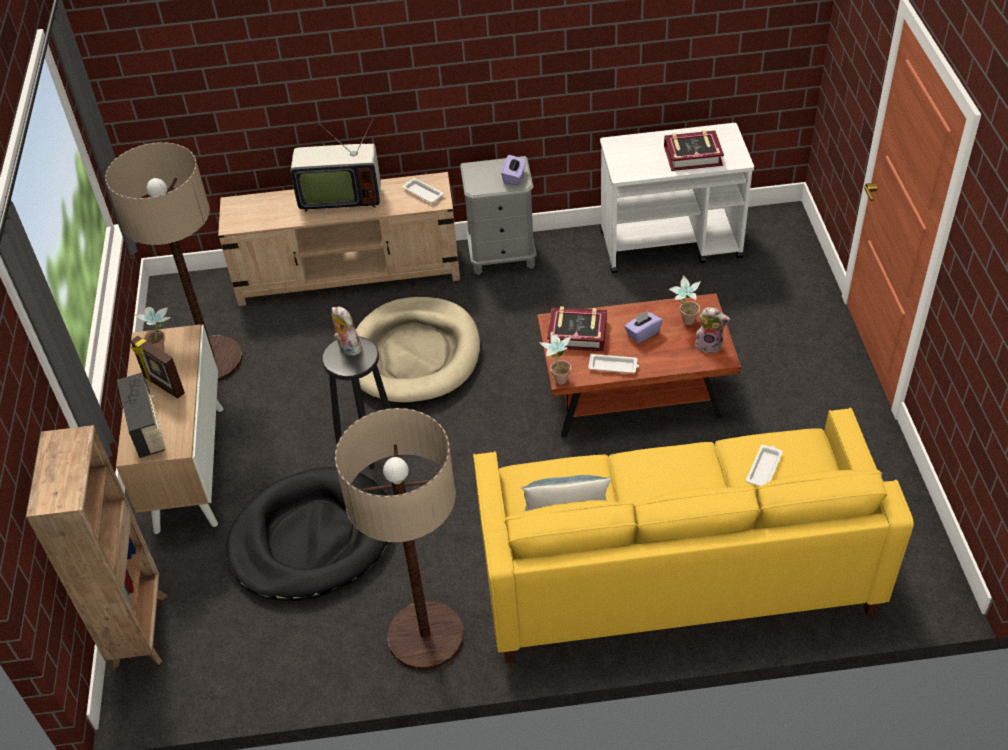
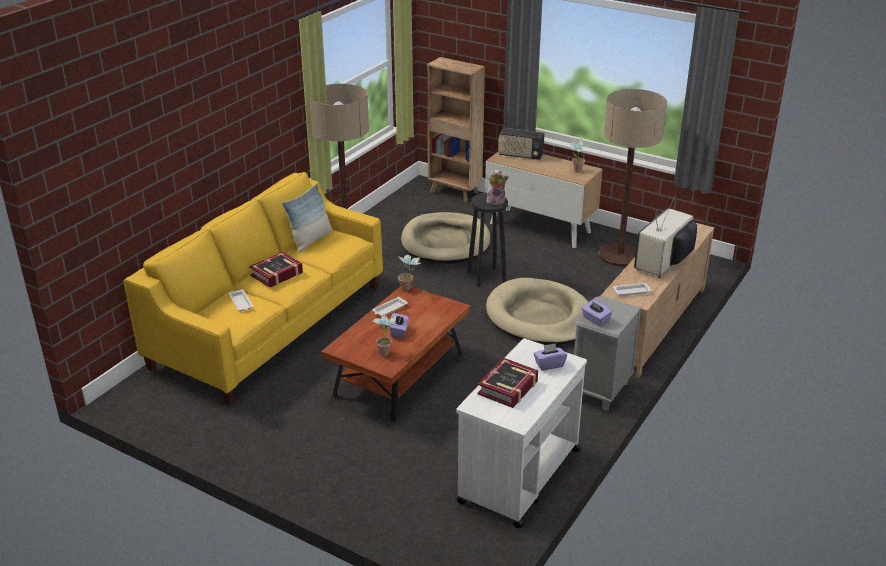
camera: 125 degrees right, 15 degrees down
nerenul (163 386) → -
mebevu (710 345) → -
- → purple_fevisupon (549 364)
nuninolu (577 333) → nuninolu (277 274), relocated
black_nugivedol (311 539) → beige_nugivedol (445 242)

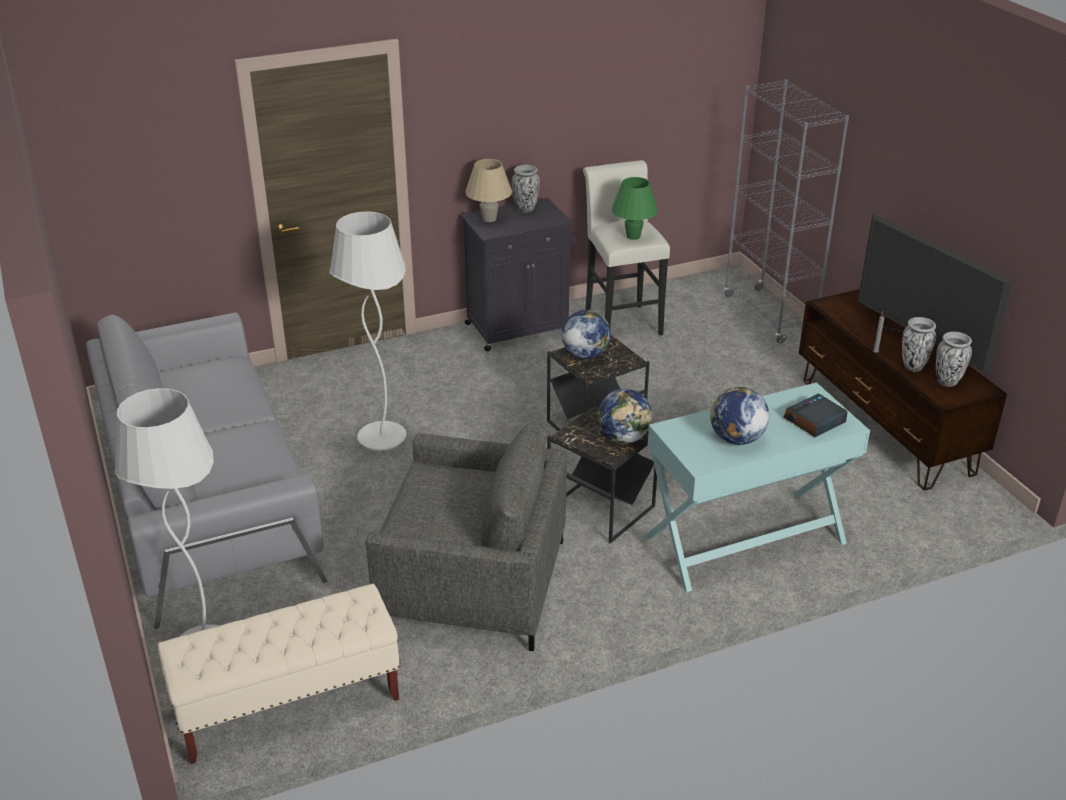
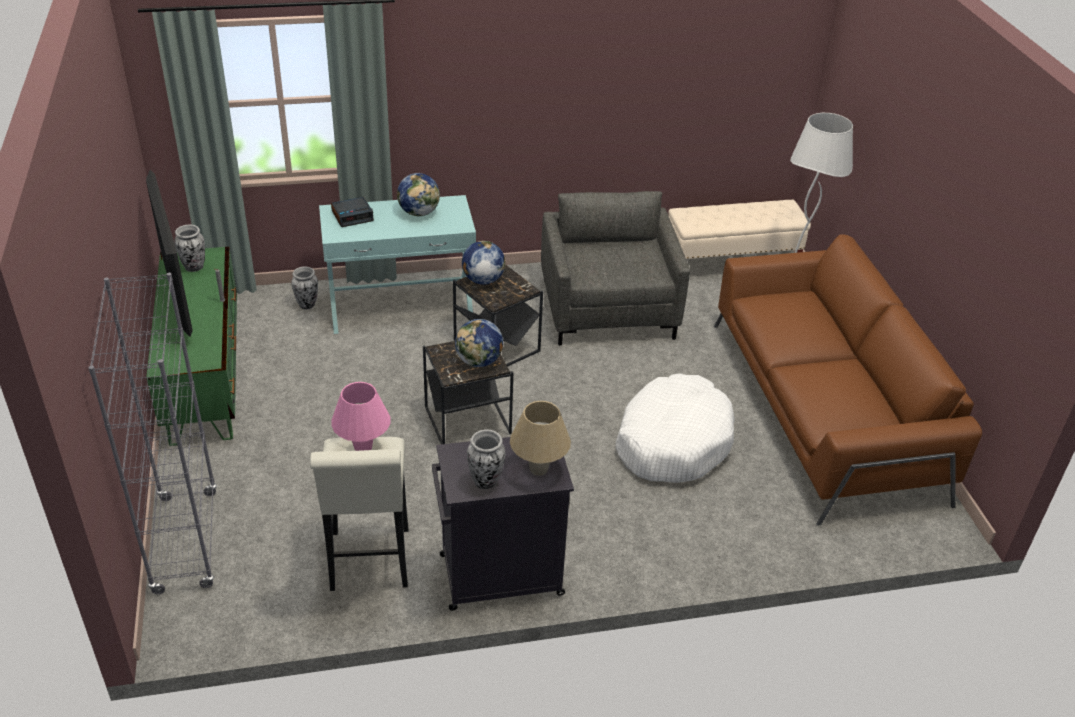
camera: 170 degrees left, 5 degrees up
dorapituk (912 366) → dorapituk (307 305), relocated
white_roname (381 438) → white_nugivedol (672 441)
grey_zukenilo (207 495) → brown_zukenilo (823 409)
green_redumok (633 236) → pink_redumok (363 448)
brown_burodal (884 426) → green_burodal (205 377)
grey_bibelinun (474 584) → grey_bibelinun (608 309), 60 degrees clockwise

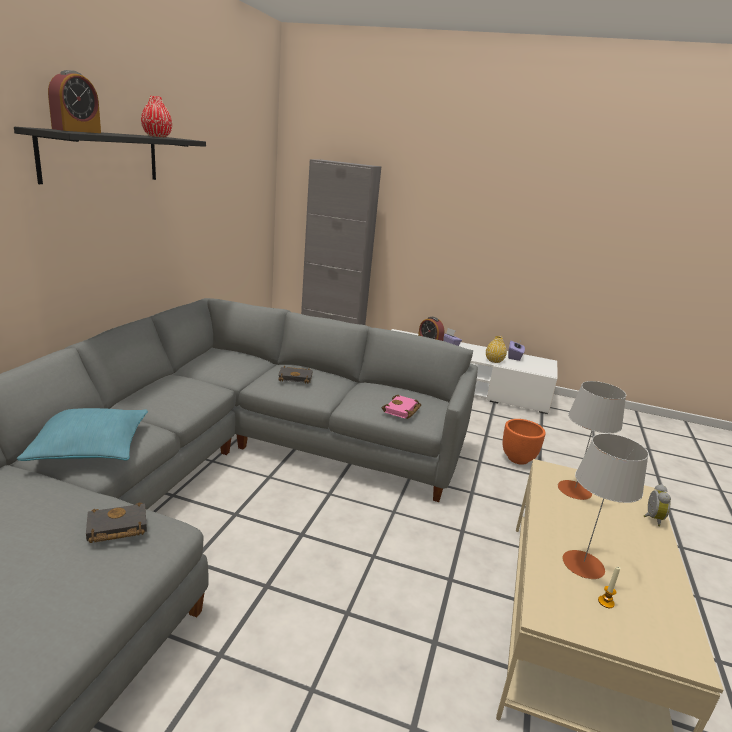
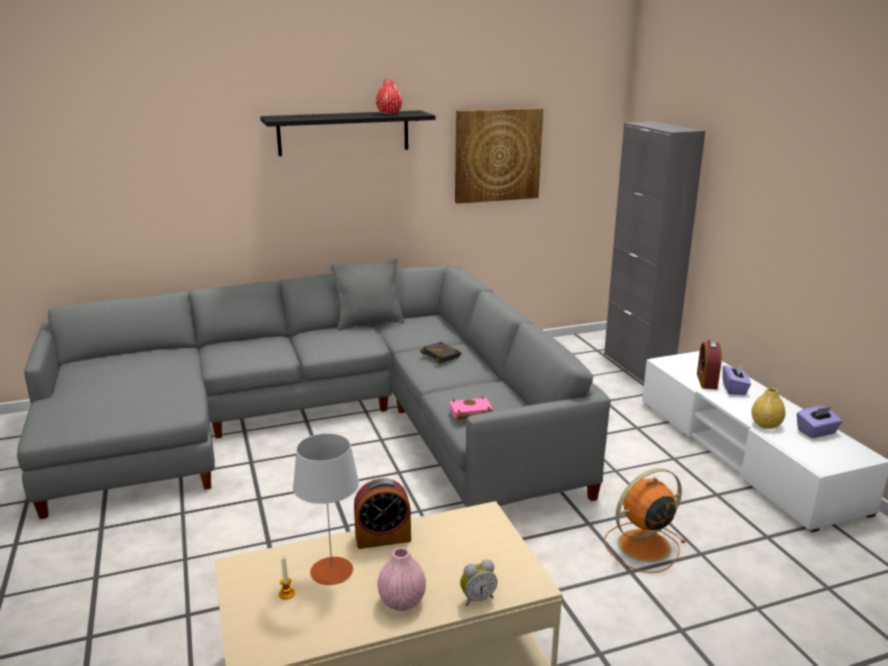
camera: 55 degrees right, 0 degrees up
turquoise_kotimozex (90 446) → -
black_nuninolu (115 528) → -
grey_redumok (574 490) → -
- → grey_kotimozex (369 323)
- → pink_dorapituk (402 601)
- → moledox (497 155)
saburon (77 131) → saburon (383 538), relocated
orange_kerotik (518 459) → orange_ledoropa (642 546)

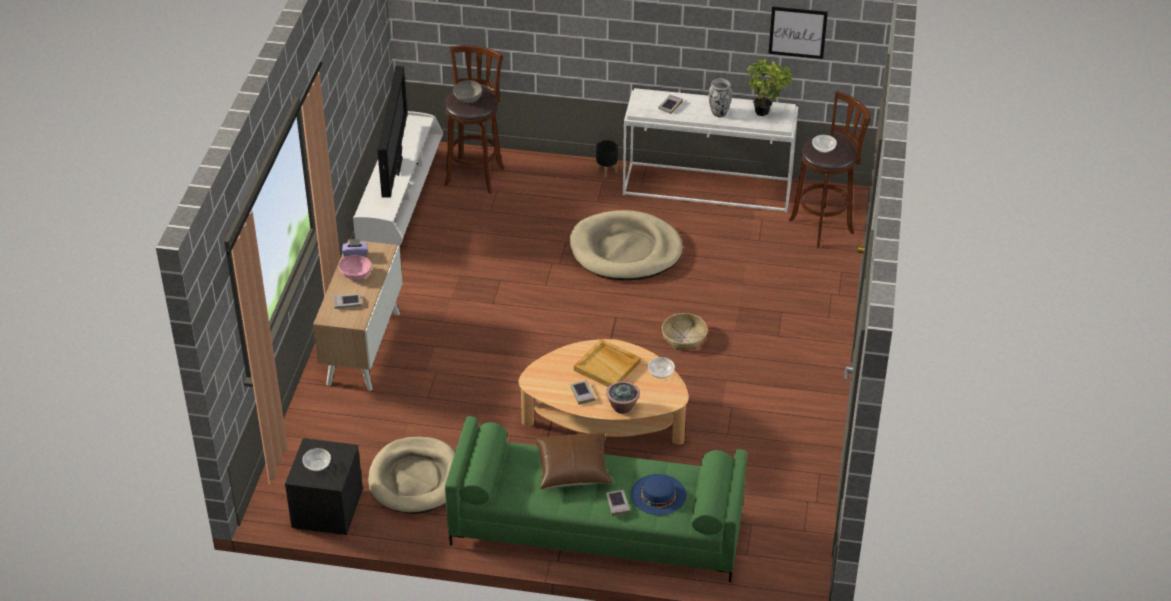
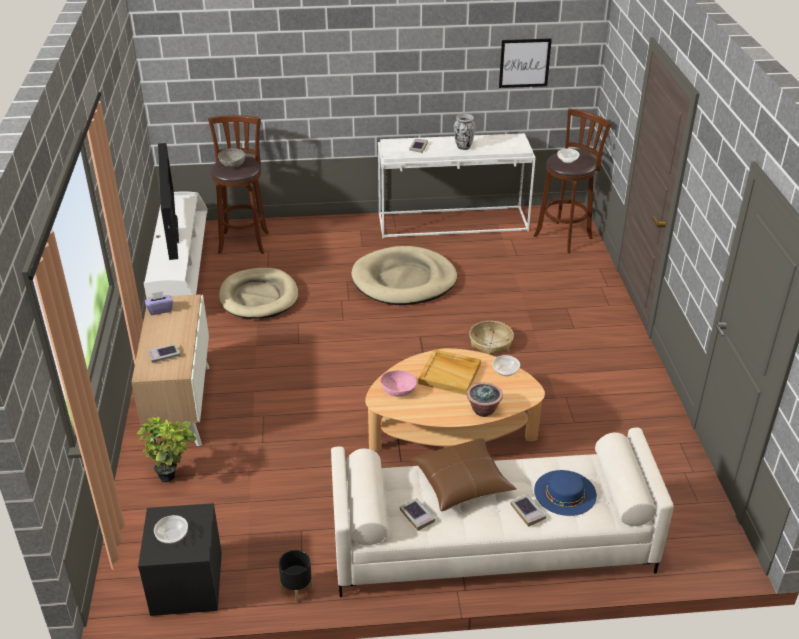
camera: 15 degrees left, 5 degrees down
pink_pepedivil (356 274) → pink_pepedivil (398 391), relocated
beige_nugivedol (415 479) → beige_nugivedol (259 297), relocated
nuninolu (582 394) → nuninolu (417 516), relocated
black_kerotik (606 170) → black_kerotik (296 590), relocated
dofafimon (766 112) → dofafimon (172 476), relocated
green_zukenilo (595 529) → white_zukenilo (490 545)

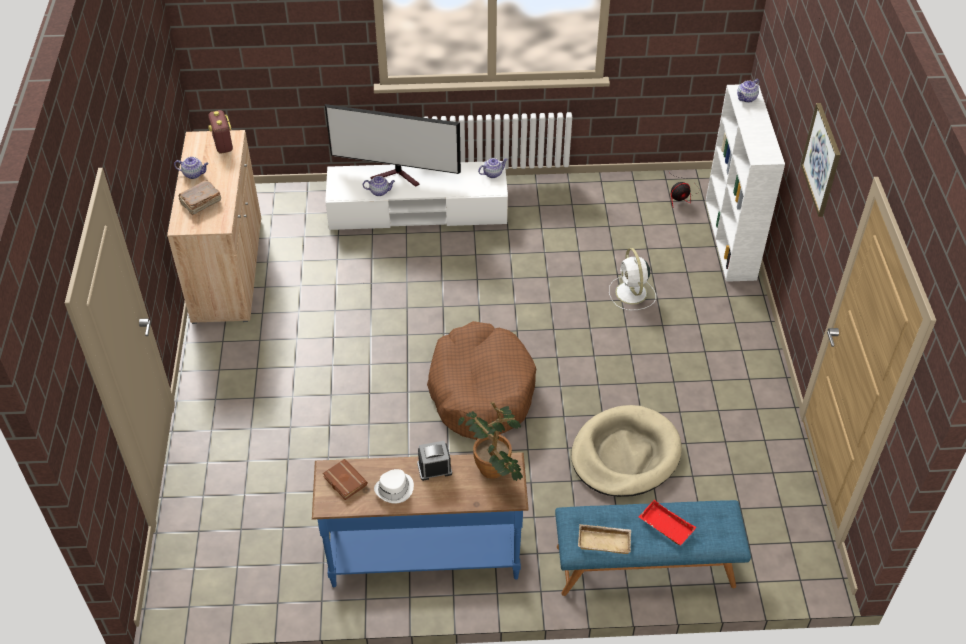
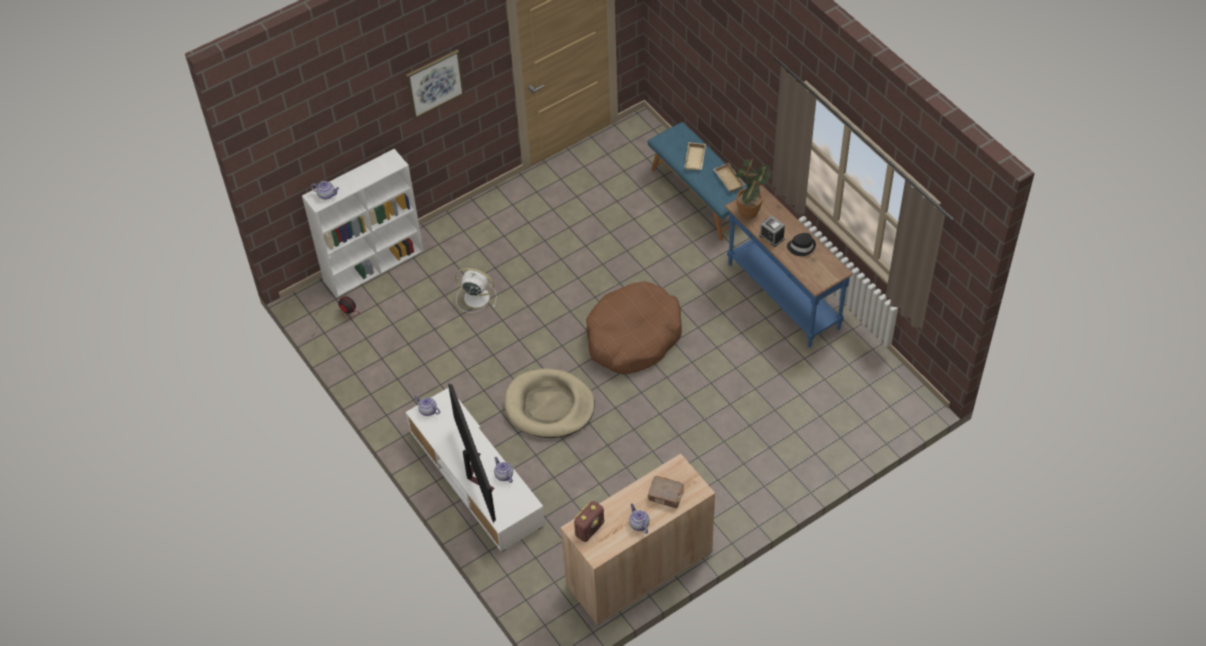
camera: 120 degrees left, 5 degrees up
brown_nuninolu (343 481) → -
beige_nugivedol (625 454) → beige_nugivedol (549 406), relocated
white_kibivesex (395 489) → black_kibivesex (801 247)
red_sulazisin (664 526) → beige_sulazisin (696 159)
white_ledoropa (631 294) → white_ledoropa (475 297), 120 degrees counterclockwise

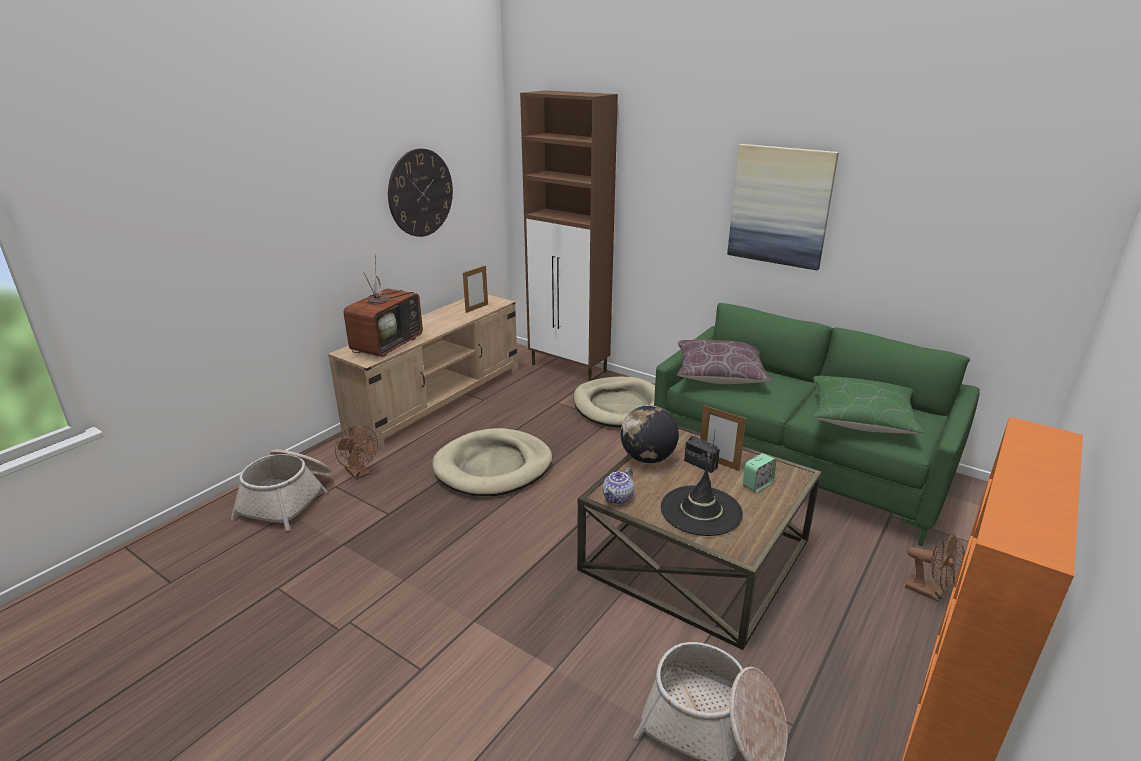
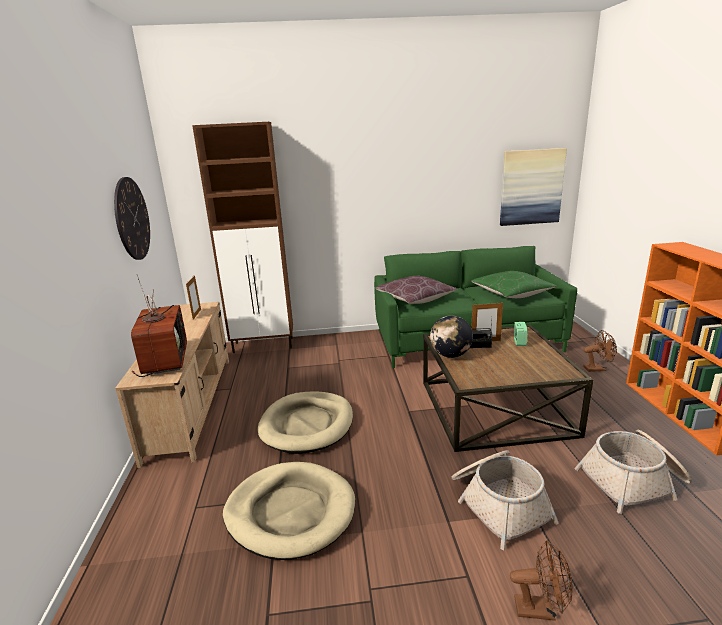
camera: 40 degrees left, 5 degrees down
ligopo (618 498) → -
black_kibivesex (701 511) → -
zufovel (289 499) → zufovel (498 504), relocated
brown_ledoropa (359 473) → brown_ledoropa (540 609), relocated
beige_nugivedol (619 406) → beige_nugivedol (290 512), relocated
moledox (780 206) → moledox (531 187), relocated

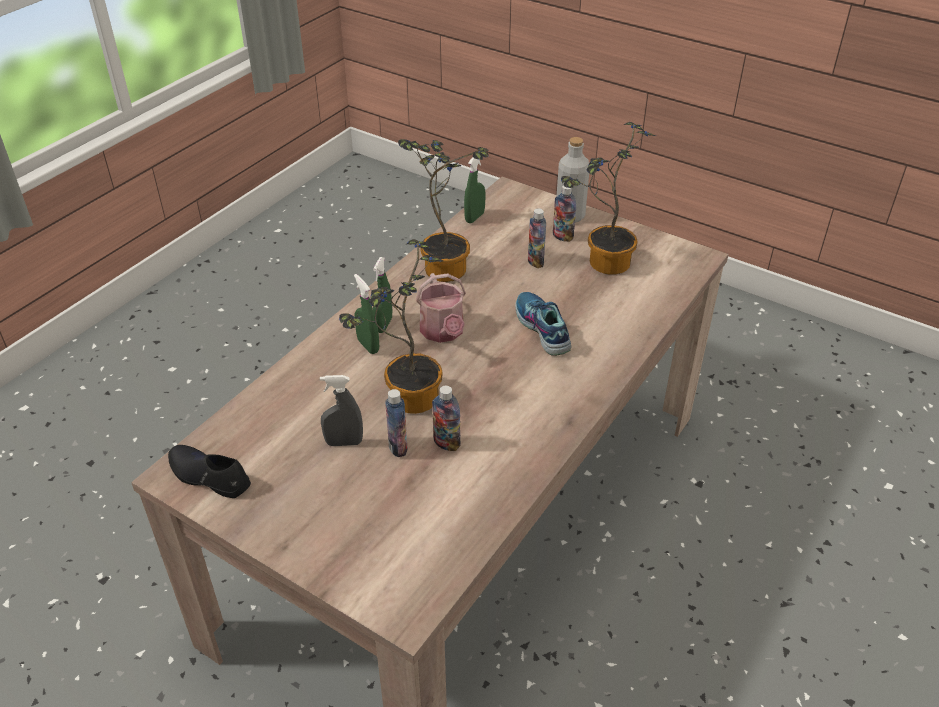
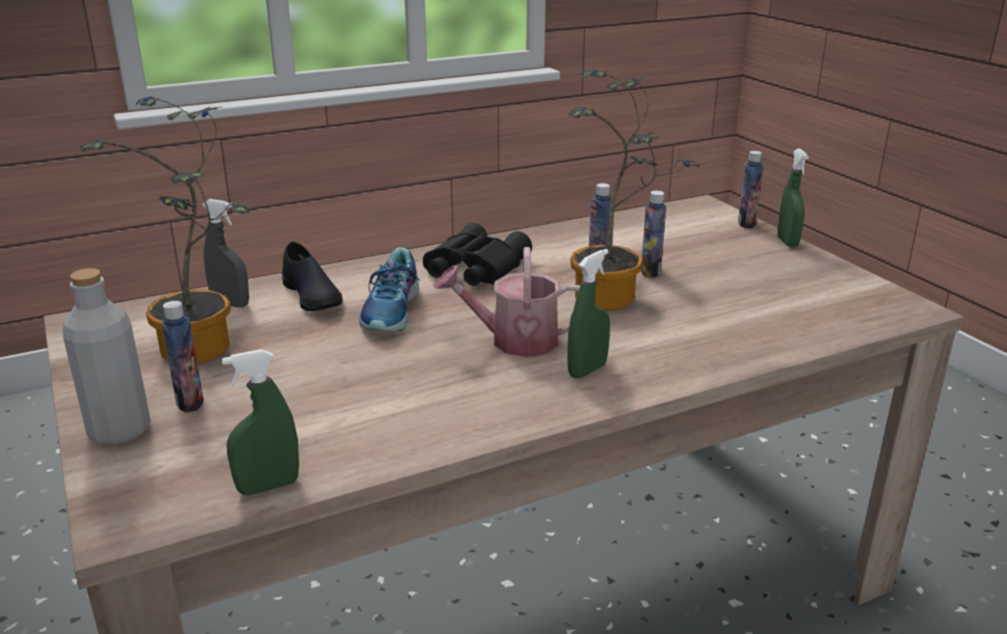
camera: 150 degrees left, 15 degrees down
dofafimon (444 266) → -
- → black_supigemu (473 268)
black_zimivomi (209 476) → black_zimivomi (312 296), relocated
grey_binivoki (344 442) → grey_binivoki (230 304), relocated
green_binivoki (368 346) → green_binivoki (787 242), relocated
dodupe (535 262) → dodupe (746 223), relocated
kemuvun (443 332) → kemuvun (514 340), 105 degrees counterclockwise

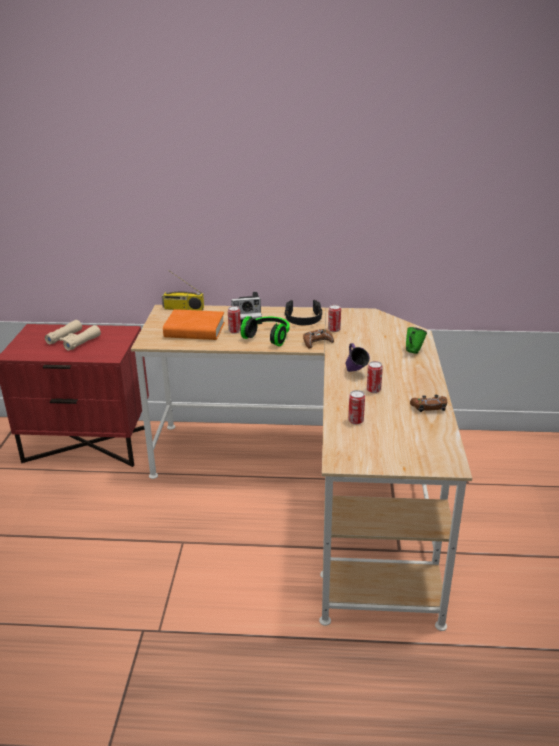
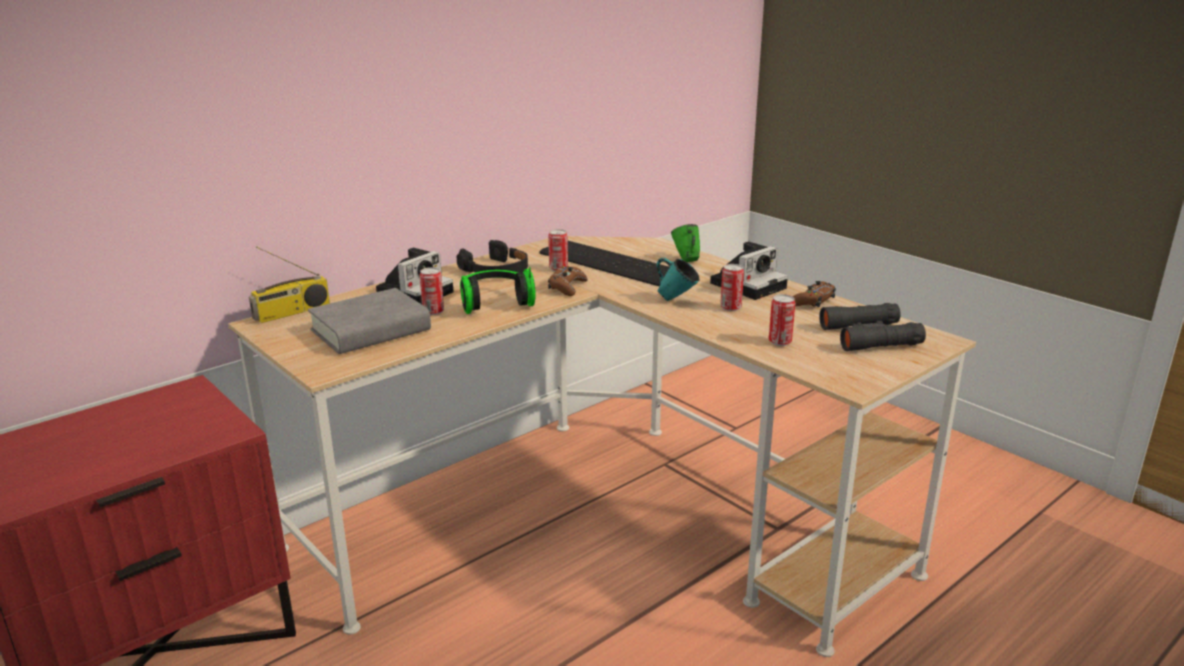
camera: 45 degrees left, 5 degrees down
beige_supigemu (73 340) → -
- → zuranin (610 262)
- → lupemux (749 285)
- → black_supigemu (869 336)
orange_nuninolu (194 330) → grey_nuninolu (370 330)
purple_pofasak (355 373) → turquoise_pofasak (676 299)

